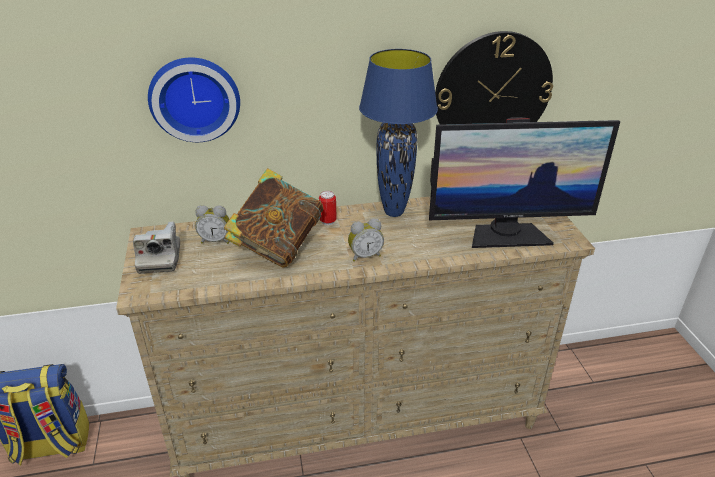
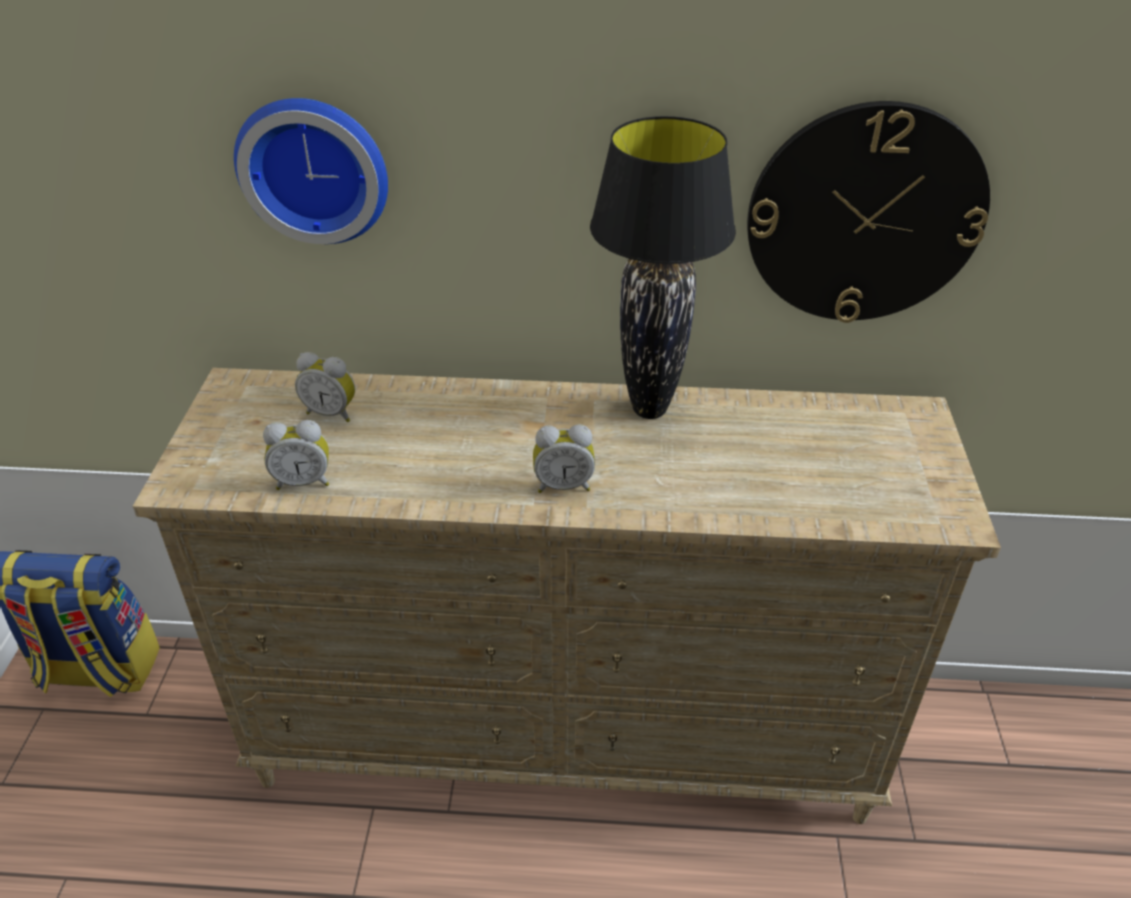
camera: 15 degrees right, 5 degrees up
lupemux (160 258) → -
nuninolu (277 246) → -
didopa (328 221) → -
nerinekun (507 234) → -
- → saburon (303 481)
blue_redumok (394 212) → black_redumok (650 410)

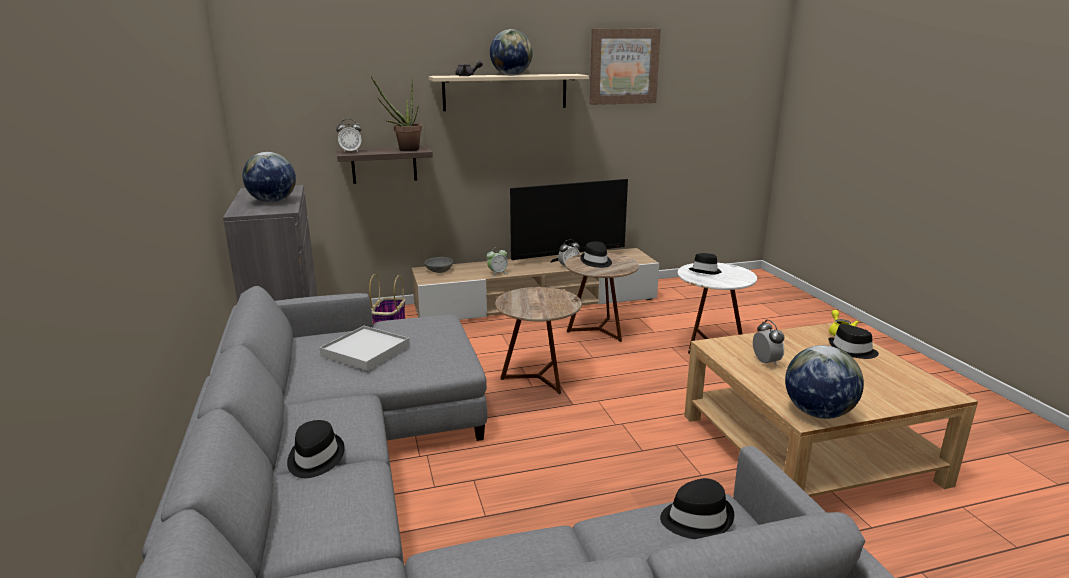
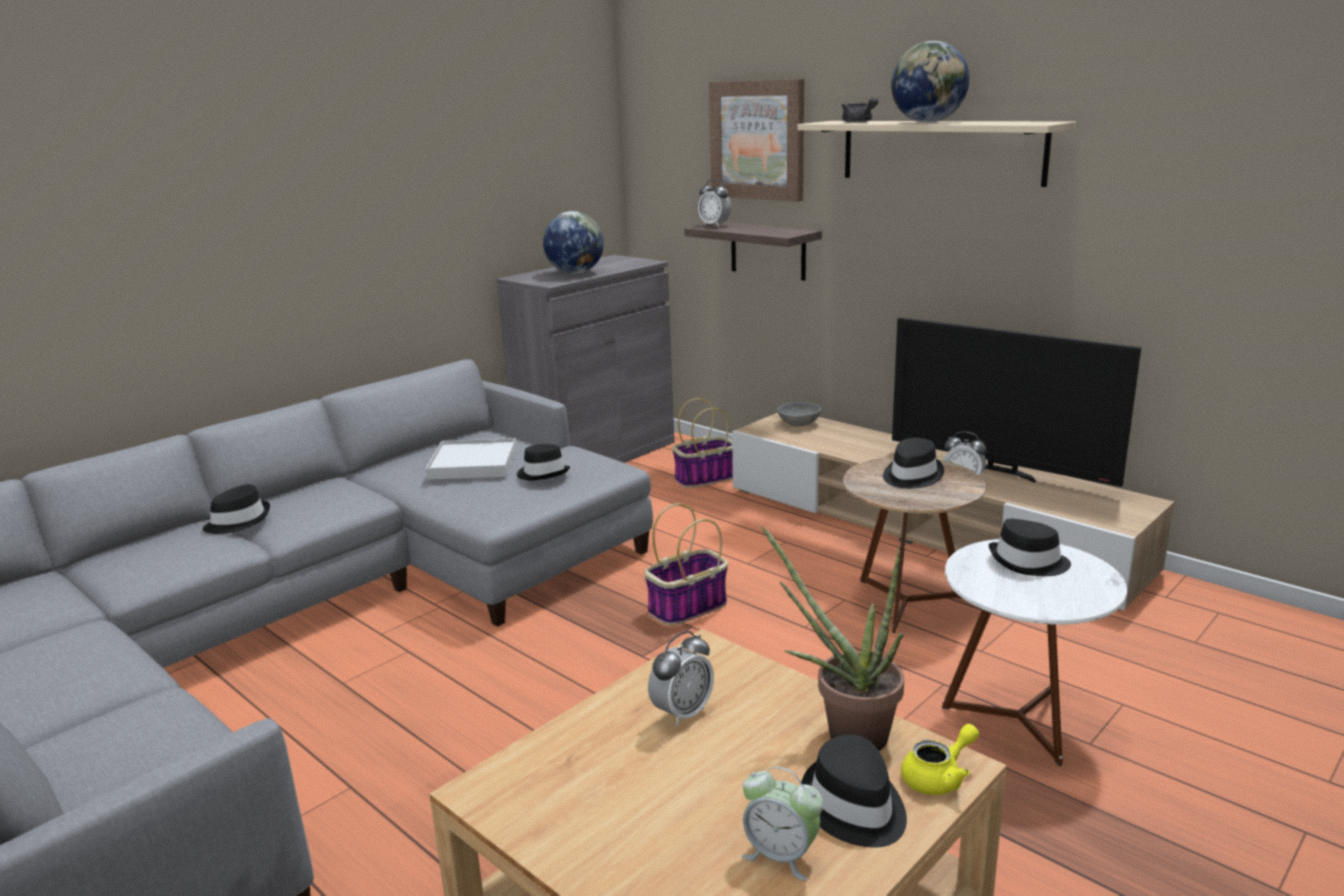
camera: 60 degrees right, 0 degrees up
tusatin (817 413) → -
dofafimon (404 150) → dofafimon (845 733), relocated
saburon (497 273) → saburon (781 855), relocated
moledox (623 66) → moledox (757 140), relocated
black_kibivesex (696 518) → black_kibivesex (543 473), relocated
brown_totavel (538 378) → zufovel (687 608)

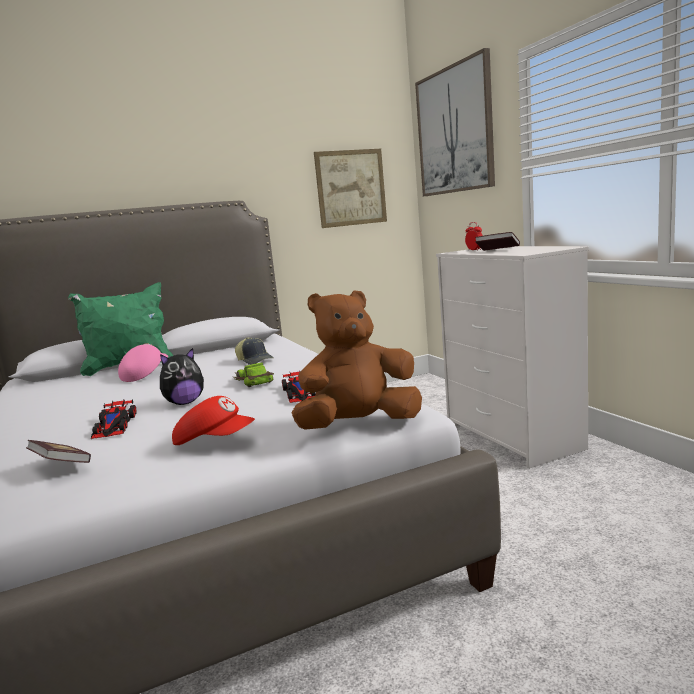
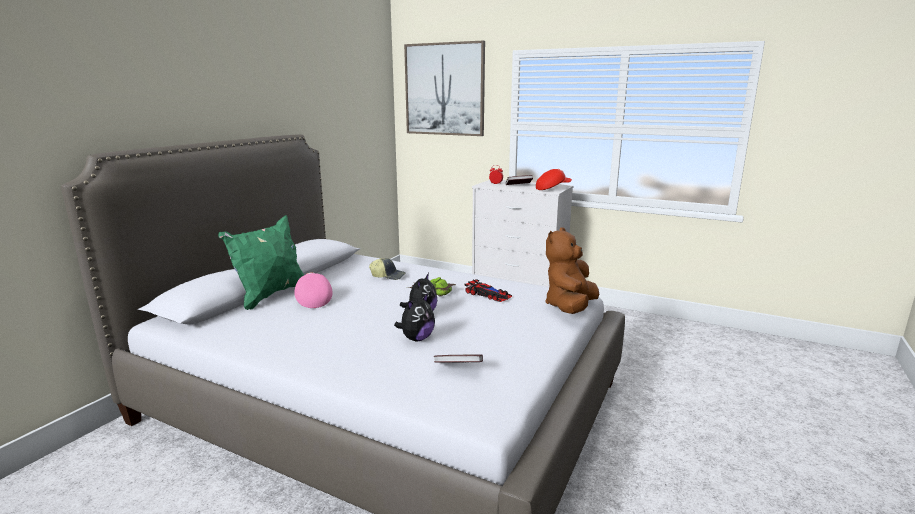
camera: 40 degrees left, 5 degrees up
moledox (351 188) → -
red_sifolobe (215 441) → red_sifolobe (552 188), relocated
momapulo (114 425) → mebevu (416 338)

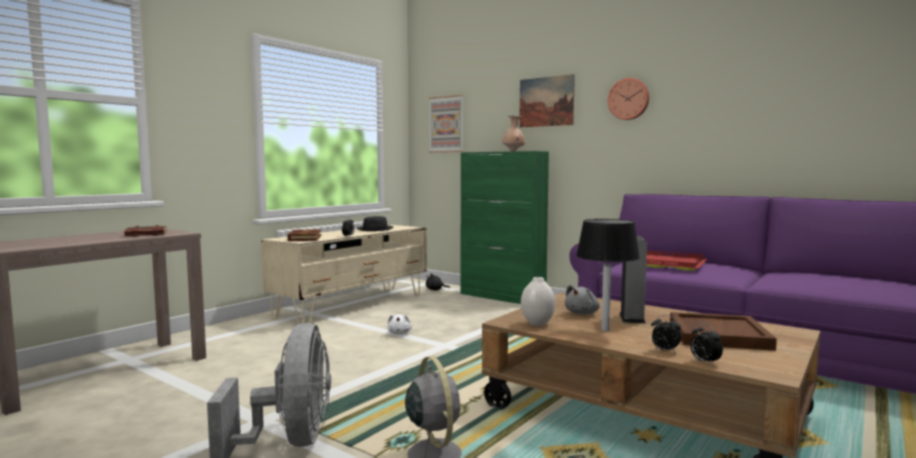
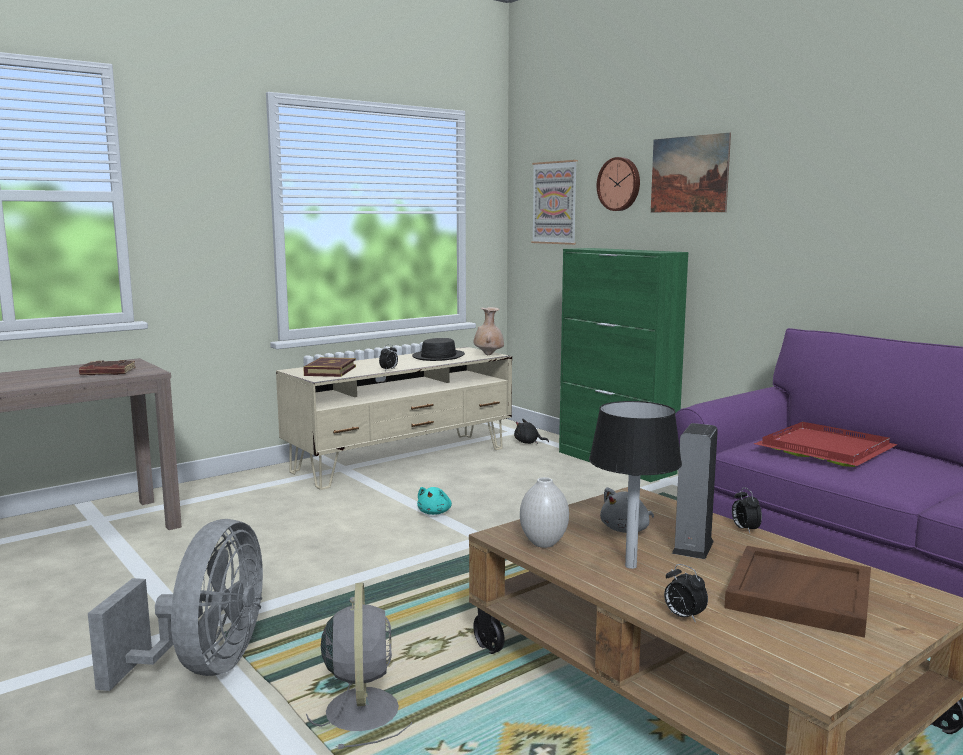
camera: 15 degrees right, 5 degrees up
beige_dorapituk (513 151) → beige_dorapituk (488 355), relocated
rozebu (629 99) → rozebu (620 184), relocated
saburon (704 362) → saburon (744 529), relocated
white_mebevu (399 333) → turquoise_mebevu (435 512)

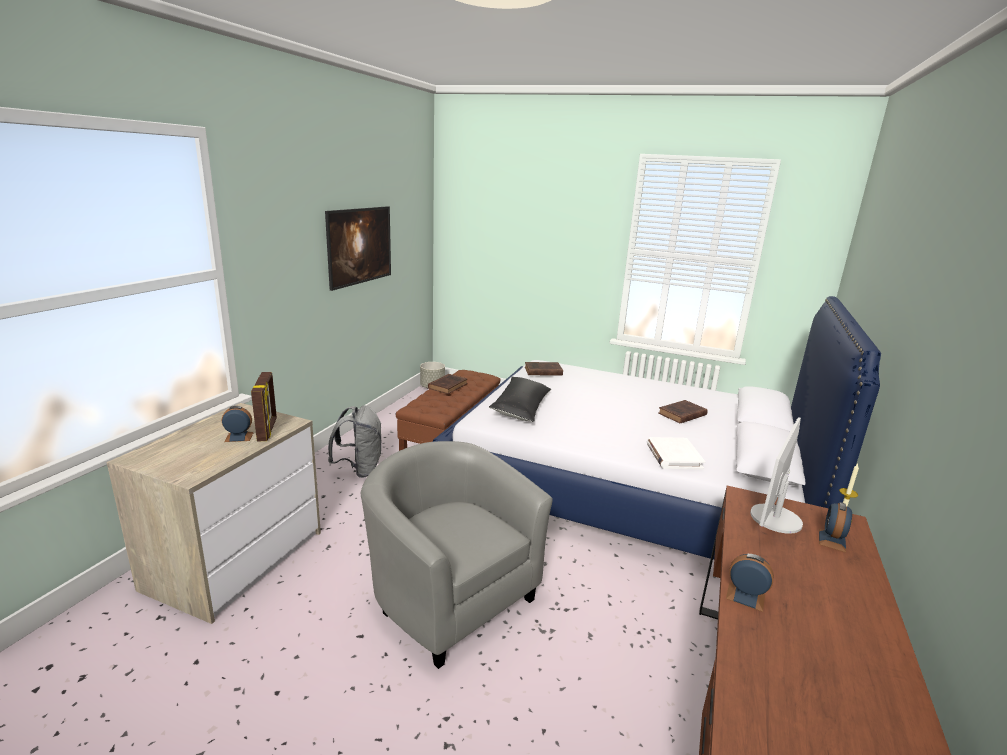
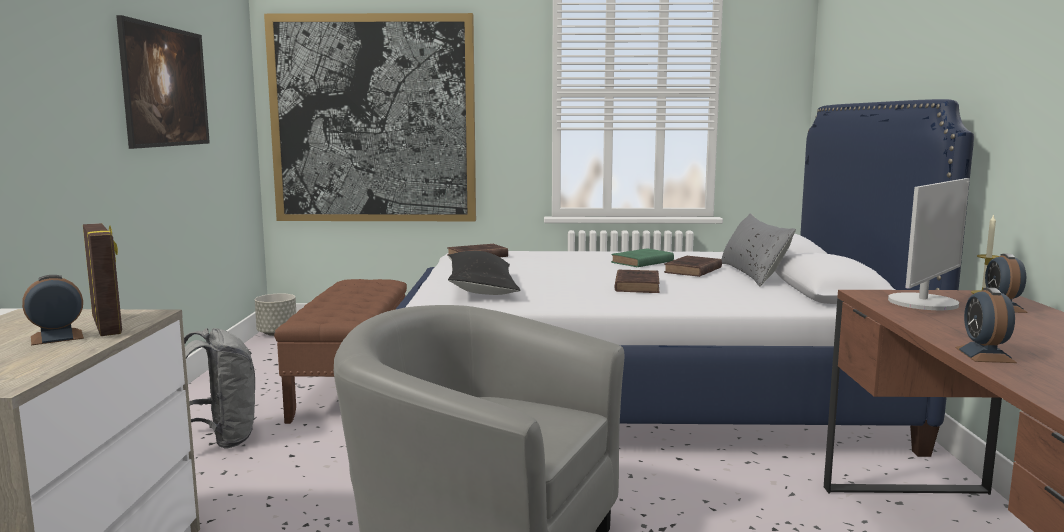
camera: 20 degrees left, 10 degrees down
white_nuninolu (673 456) → -
- → moledox (374 119)
- → green_nuninolu (641 262)
- → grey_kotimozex (753 274)
brown_nuninolu (448 386) → brown_nuninolu (637 285), relocated
saburon (745 596) → saburon (984 355), 90 degrees counterclockwise
nerinekun (774 519) → nerinekun (924 303), 150 degrees counterclockwise

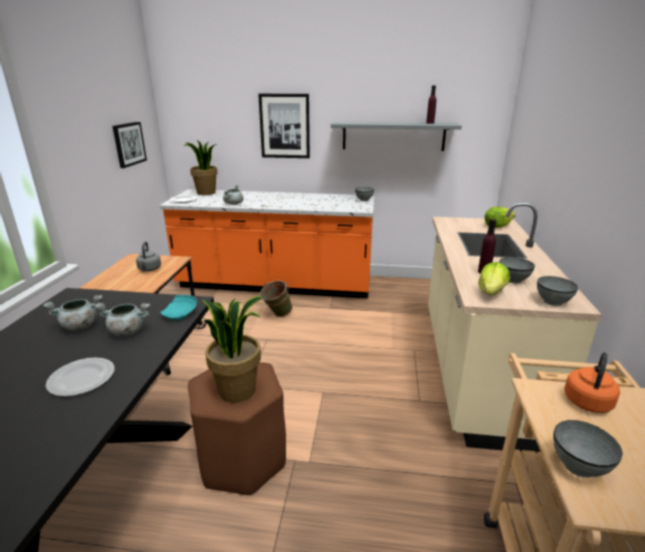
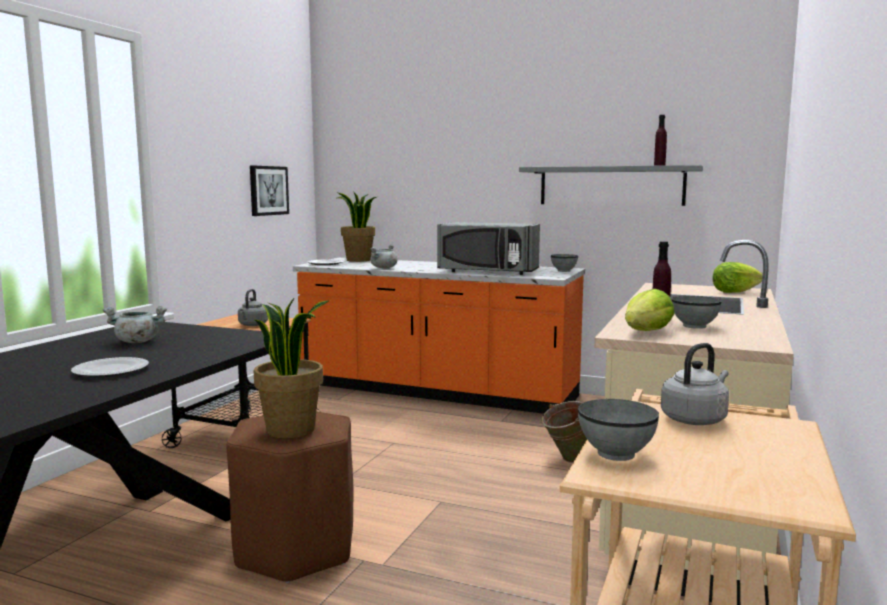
camera: 15 degrees right, 15 degrees down
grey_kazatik (127 331) → -
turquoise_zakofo (180 314) → -
moledox (285 126) → -
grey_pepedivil (553 302) → -
- → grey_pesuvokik (487 272)
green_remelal (276 315) → green_remelal (566 460), relocated
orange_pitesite (587 400) → grey_pitesite (695 419)

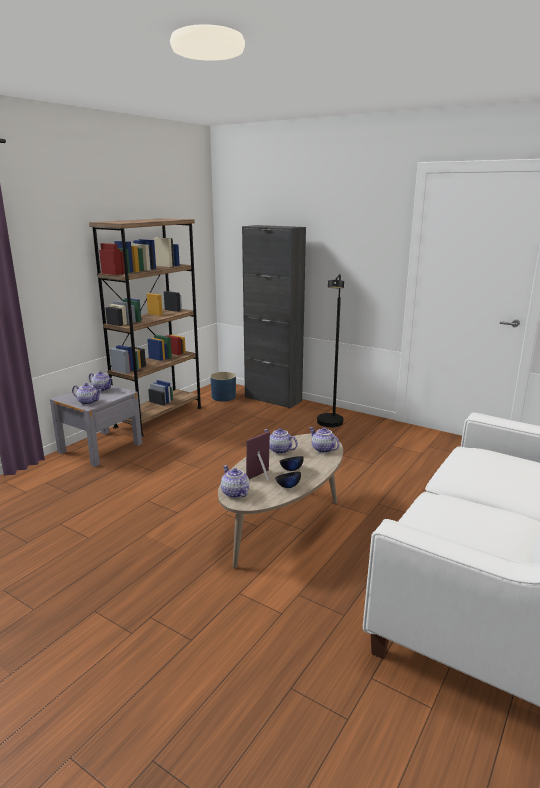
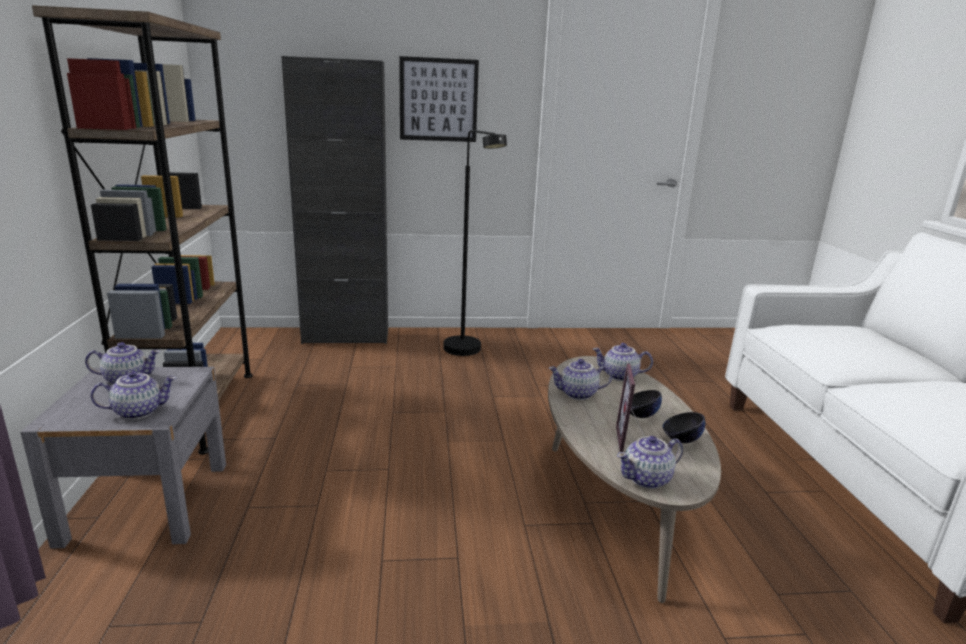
camera: 40 degrees left, 0 degrees up
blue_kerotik (223 397) → -
- → moledox (438 100)
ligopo (235 493) → ligopo (647 479), 45 degrees counterclockwise

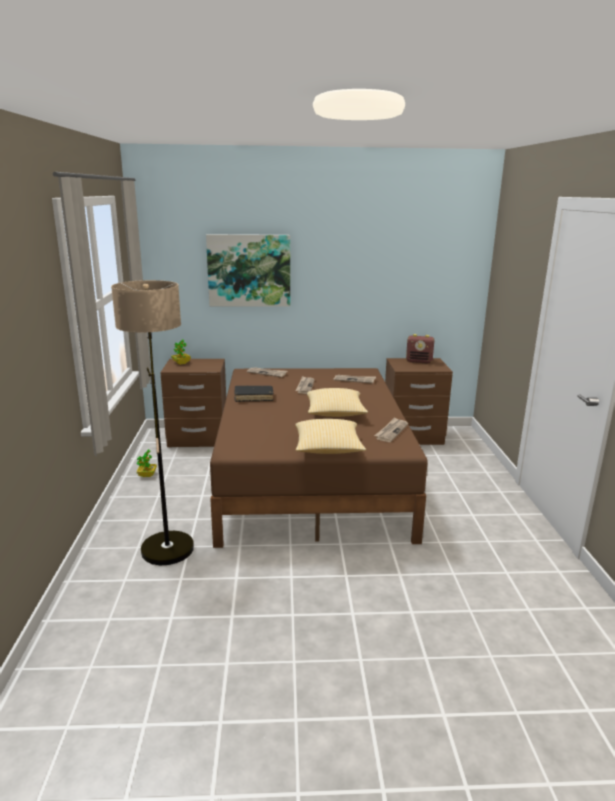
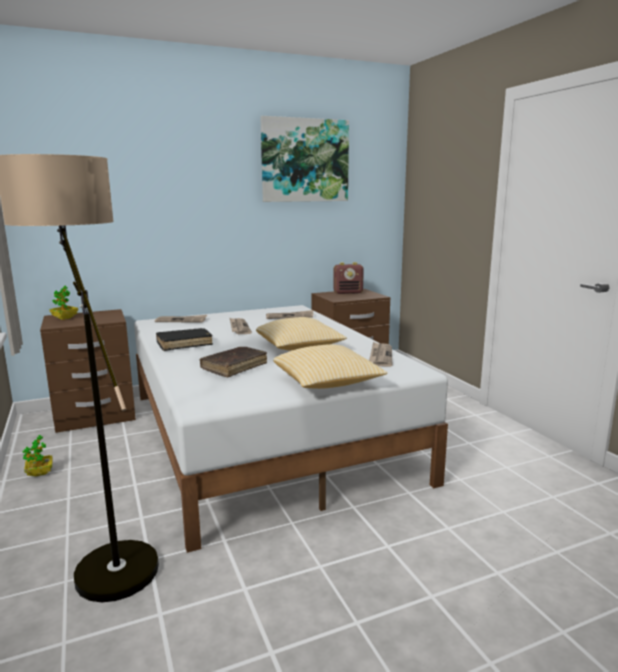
camera: 20 degrees left, 5 degrees down
- → brown_nuninolu (234 367)
moledox (249 270) → moledox (305 160), relocated
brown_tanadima (311 475) → white_tanadima (265 434)

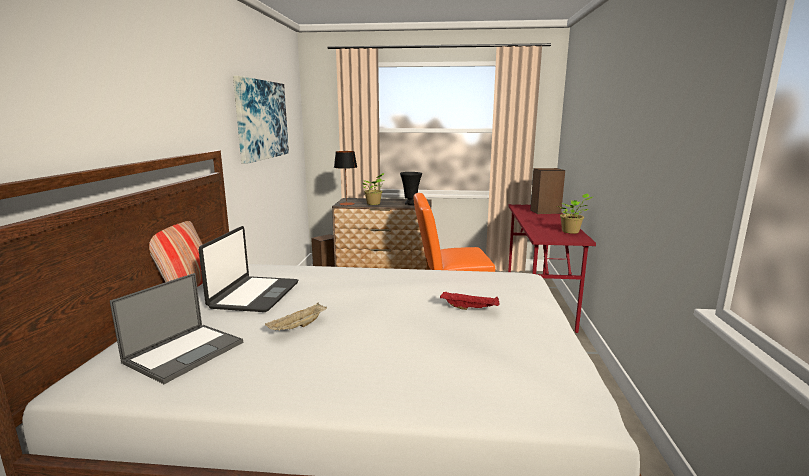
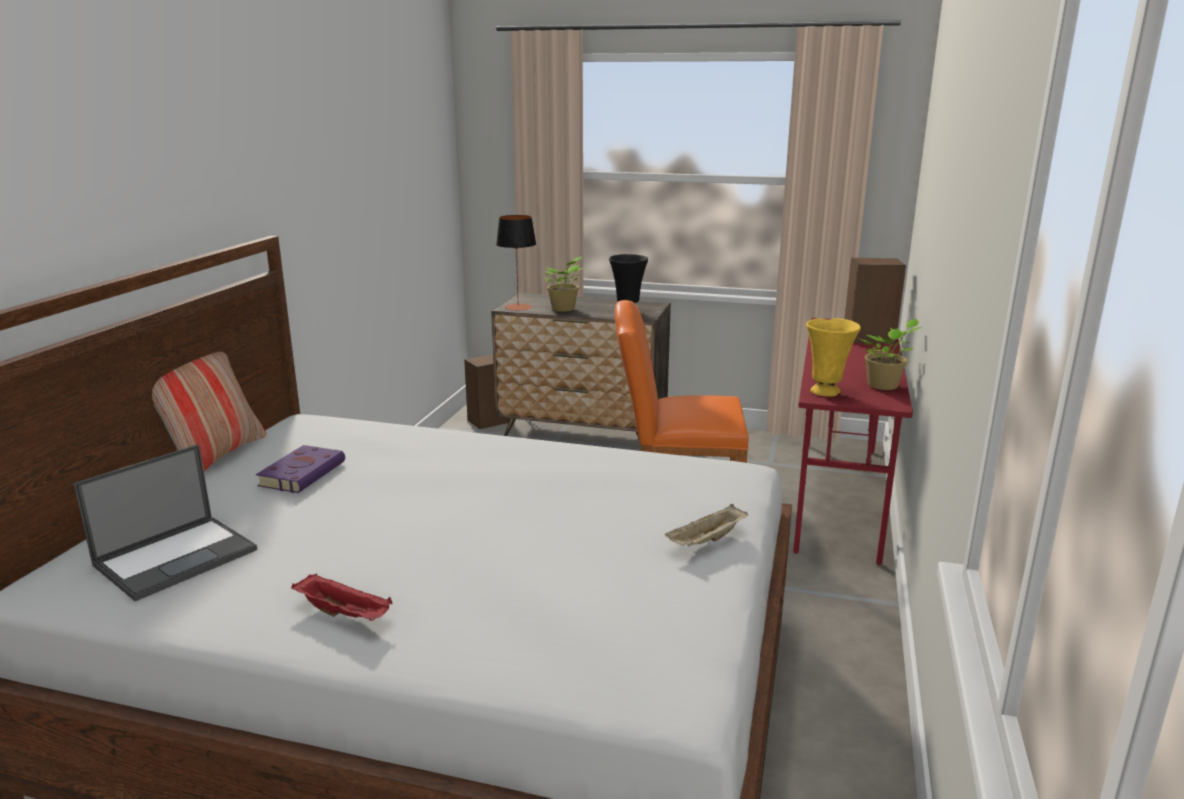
camera: 10 degrees right, 5 degrees up
moledox (262 120) → -
- → yellow_dorapituk (826 392)
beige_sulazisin (298 327) → beige_sulazisin (707 541), relocated
red_sulazisin (470 308) → red_sulazisin (345 614), relocated
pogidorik (254 295) → purple_nuninolu (303 473)

